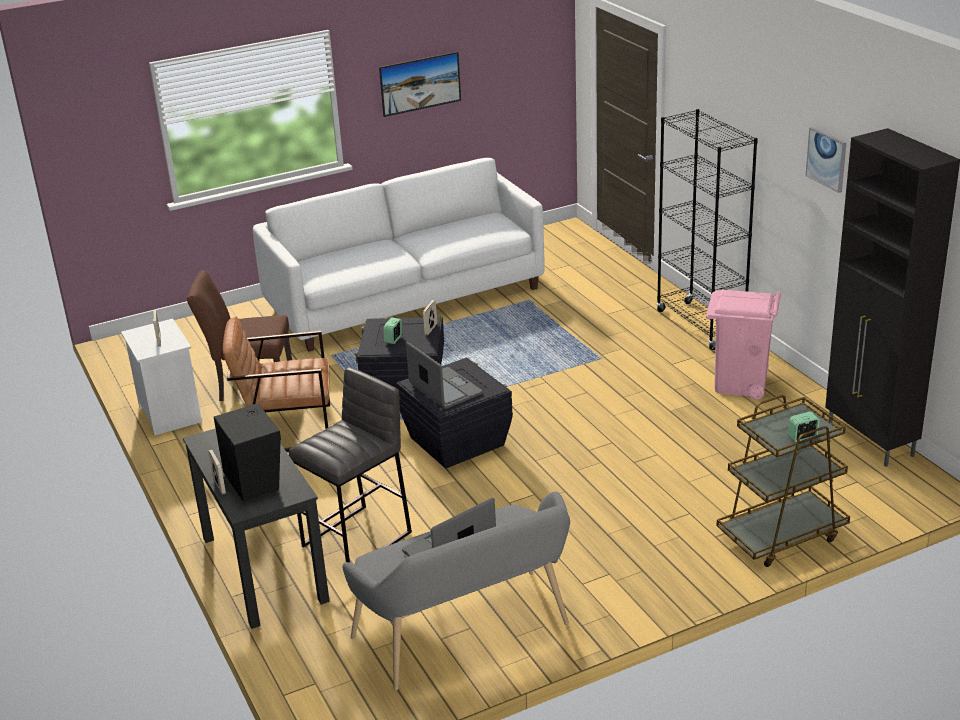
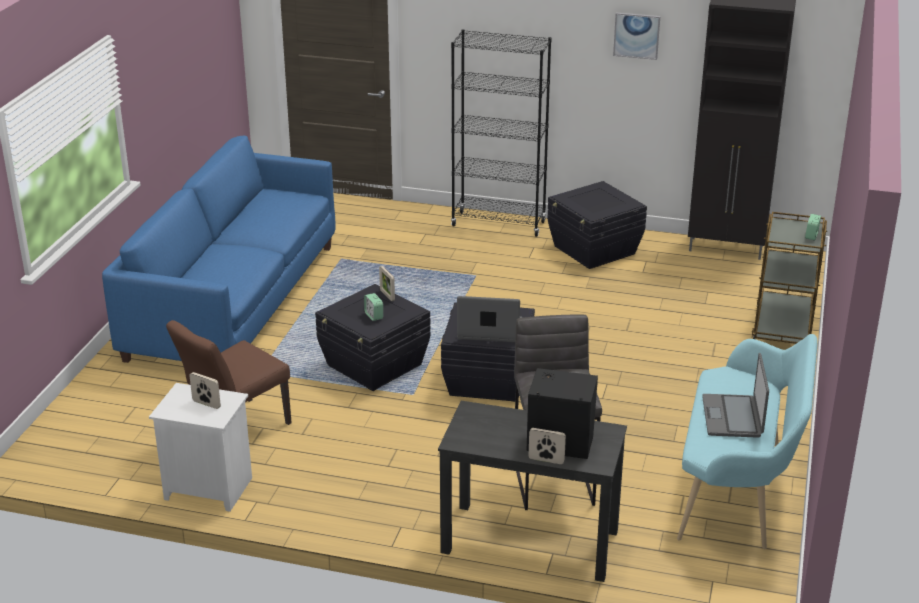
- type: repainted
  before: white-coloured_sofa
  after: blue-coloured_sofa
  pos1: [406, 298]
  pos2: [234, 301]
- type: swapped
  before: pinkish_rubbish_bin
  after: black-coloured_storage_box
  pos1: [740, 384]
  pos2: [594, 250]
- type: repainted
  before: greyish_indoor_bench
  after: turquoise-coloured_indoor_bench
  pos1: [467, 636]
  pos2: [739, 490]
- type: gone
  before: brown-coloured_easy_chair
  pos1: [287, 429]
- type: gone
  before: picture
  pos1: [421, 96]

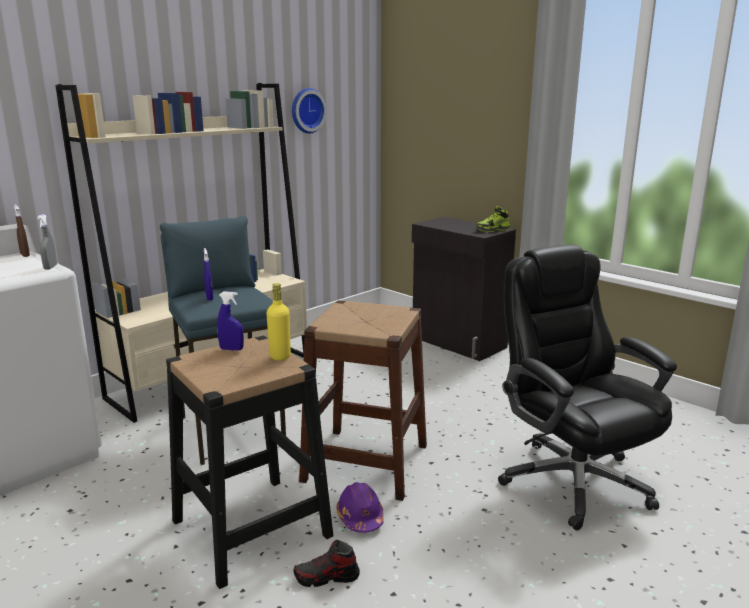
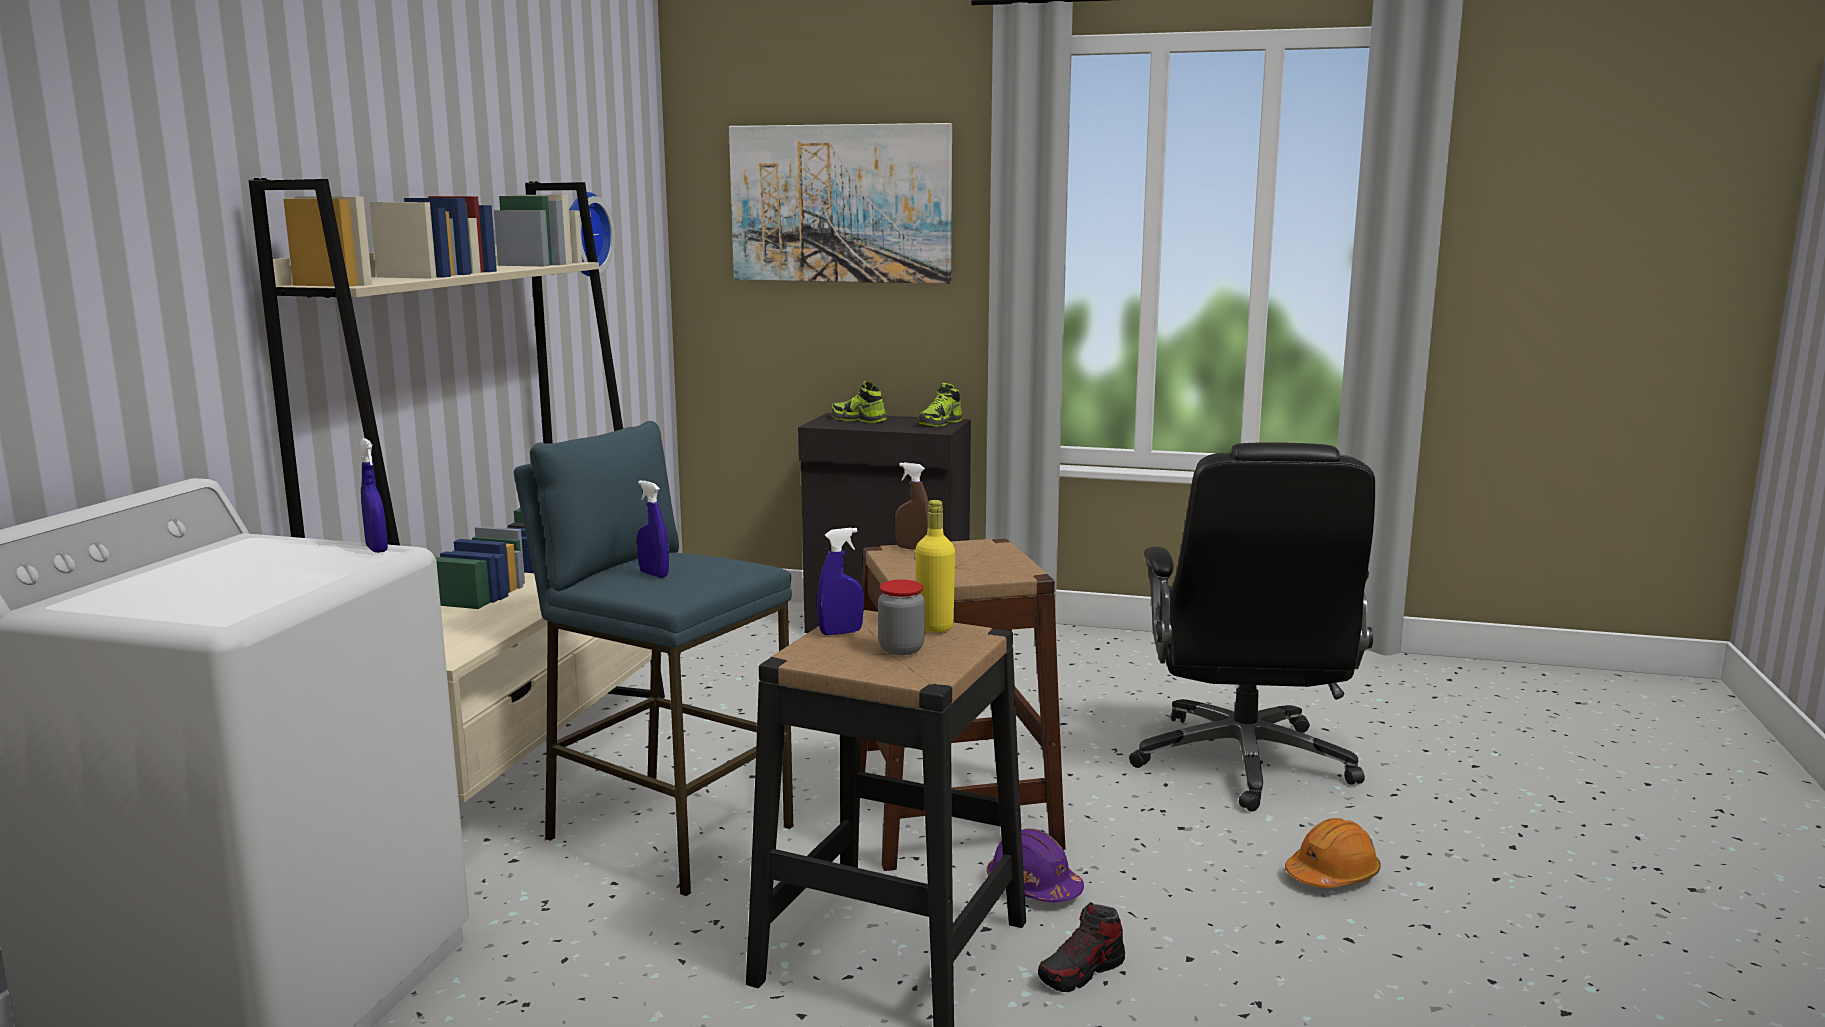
- type: repainted
  before: greyish_hand_sprayer
  after: blue-coloured_hand_sprayer
  pos1: [50, 267]
  pos2: [377, 549]
- type: new
  after: picture
  pos2: [840, 204]
- type: new
  after: shoe
  pos2: [858, 419]
- type: new
  after: storage_jar
  pos2: [901, 649]
- type: shifted
  before: brown-coloured_hand_sprayer
  pos1: [25, 255]
  pos2: [913, 548]
- type: rotated
  before: black-coloured_computer_chair
  pos1: [572, 480]
  pos2: [1243, 763]
  turn: -120
- type: new
  after: orange-coloured_safety_helmet
  pos2: [1332, 875]

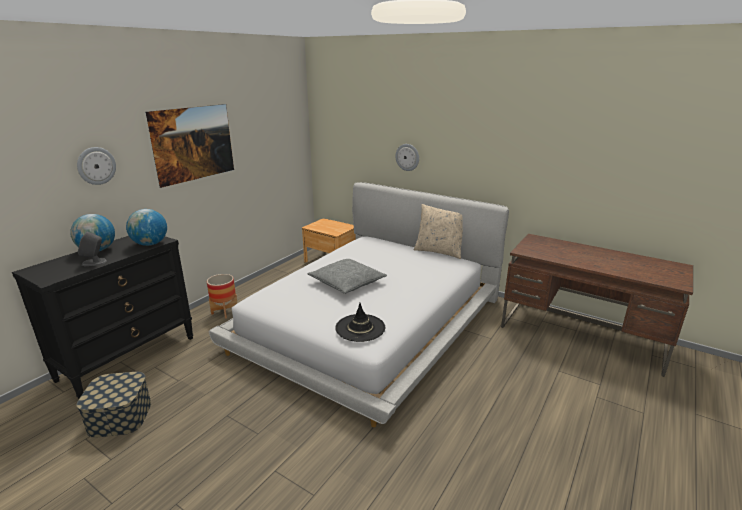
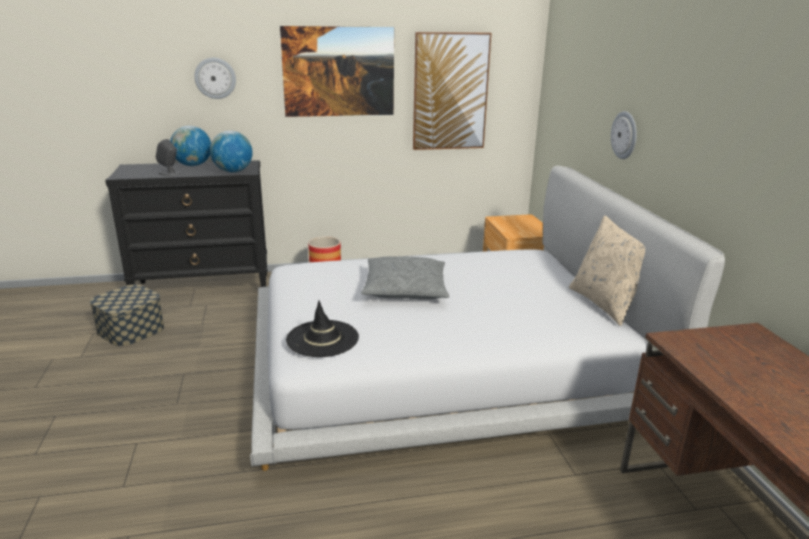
- type: new
  after: picture
  pos2: [450, 92]

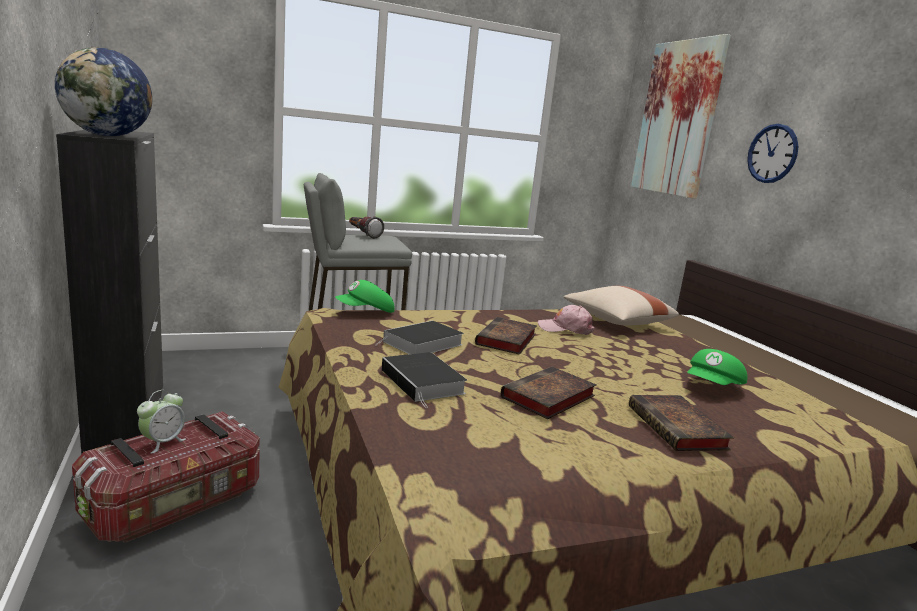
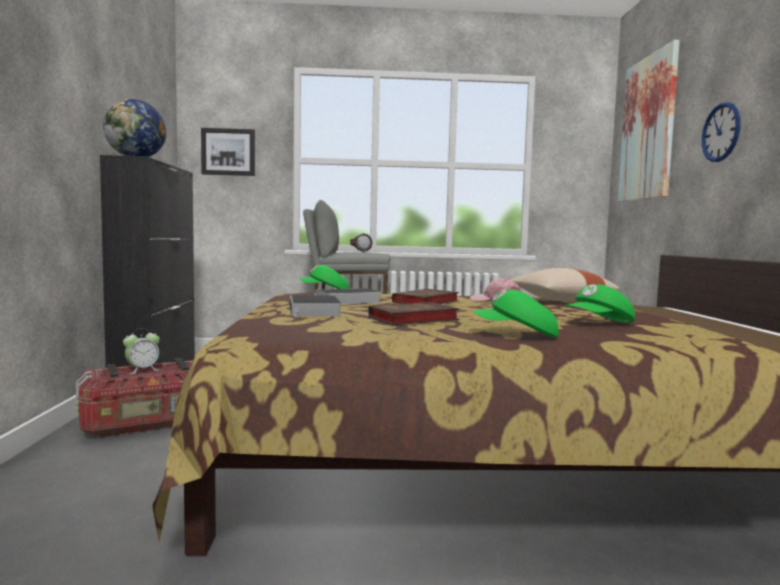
- type: new
  after: picture
  pos2: [228, 152]
- type: swapped
  before: volume
  after: green_baseball_cap
  pos1: [678, 429]
  pos2: [517, 335]

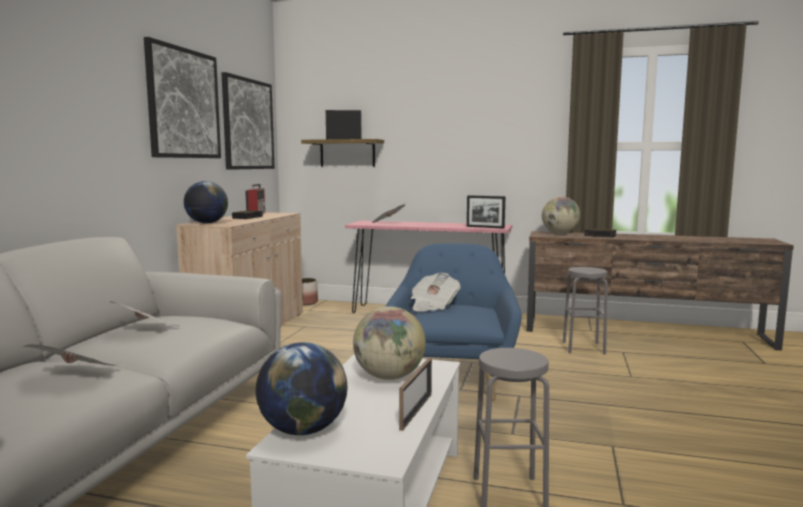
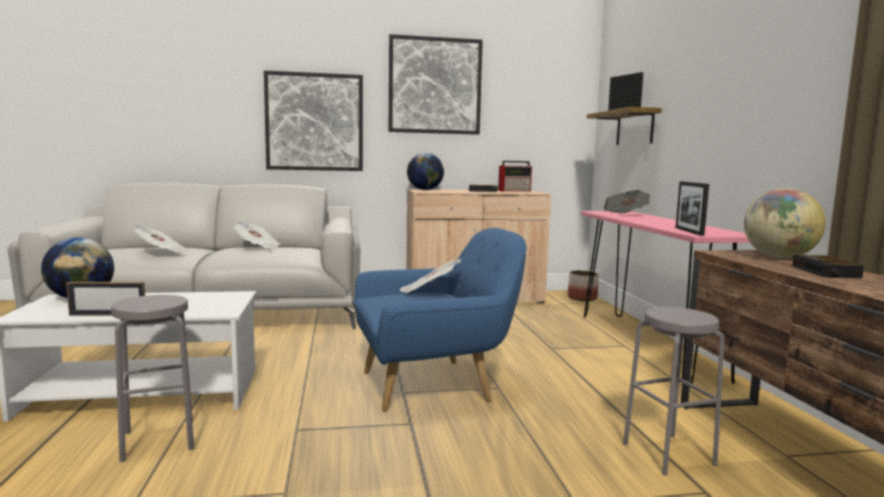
- type: shifted
  before: picture
  pos1: [248, 124]
  pos2: [314, 122]
- type: gone
  before: desk_globe
  pos1: [389, 377]

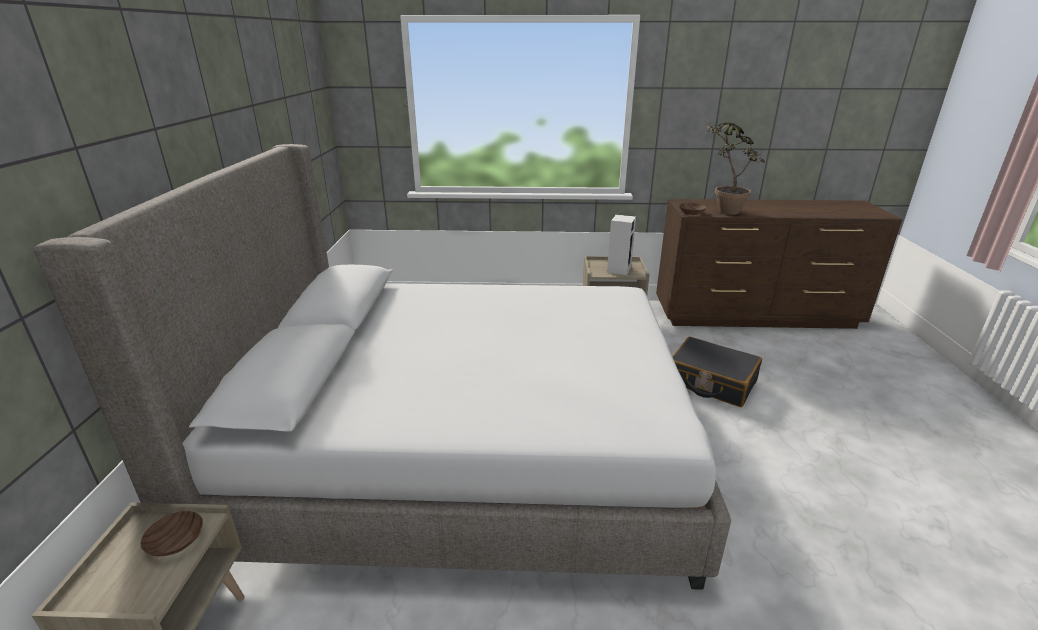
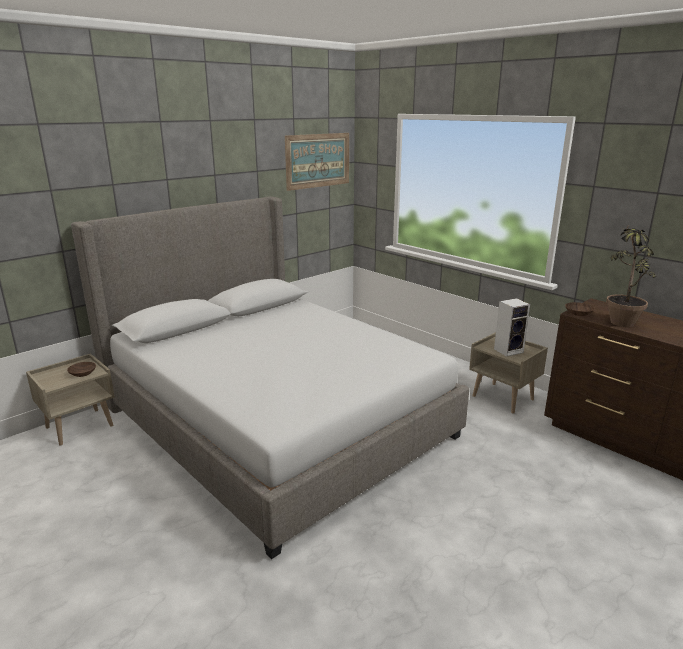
- type: new
  after: picture
  pos2: [318, 160]
- type: gone
  before: black-coloured_travel_case
  pos1: [711, 381]

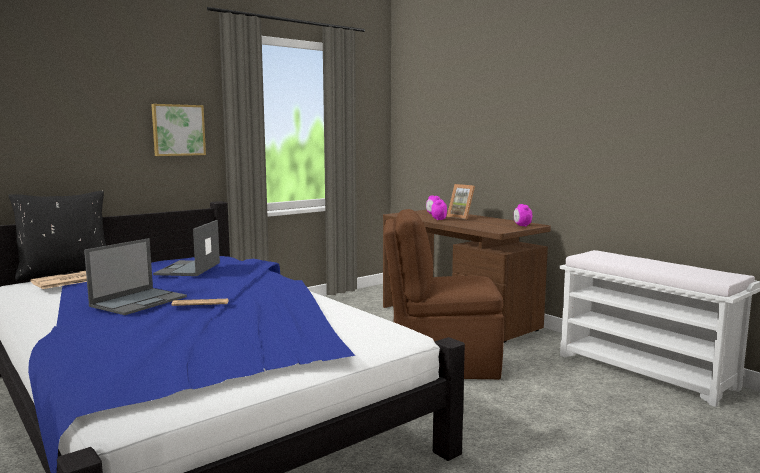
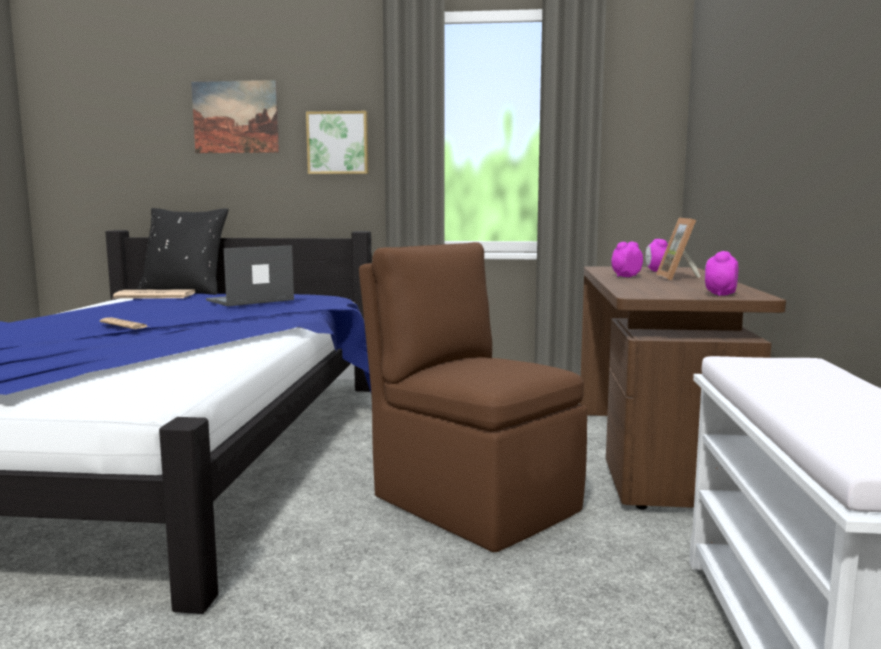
- type: new
  after: picture
  pos2: [235, 117]
- type: gone
  before: notebook_computer
  pos1: [139, 301]

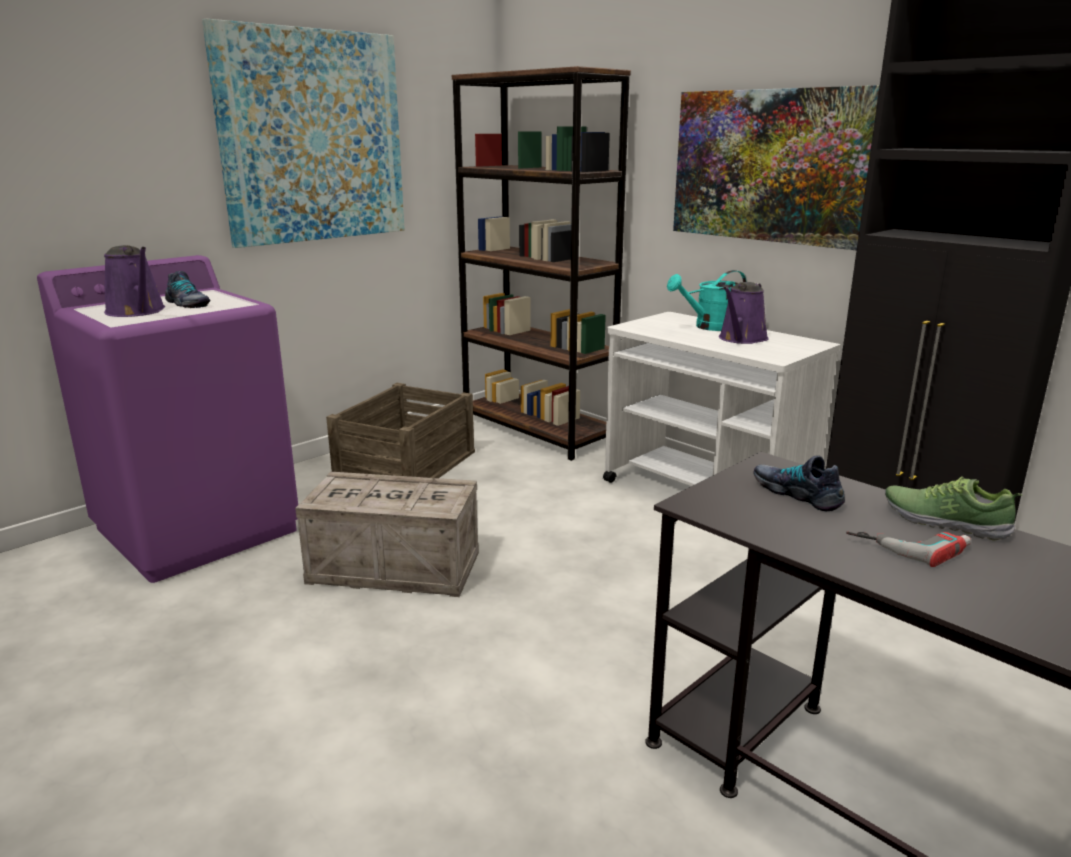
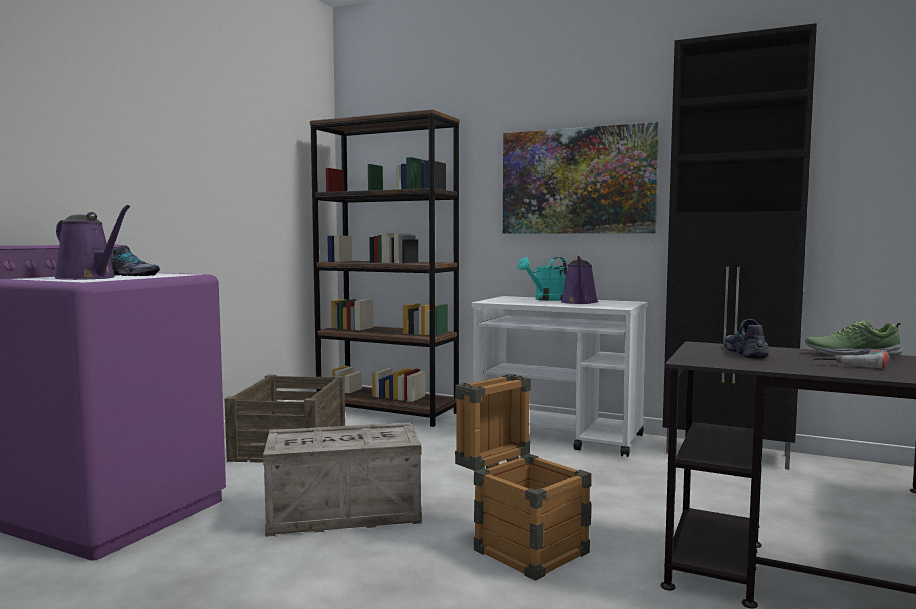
- type: new
  after: crate
  pos2: [521, 546]
- type: rotated
  before: shoe
  pos1: [797, 494]
  pos2: [745, 352]
  turn: 60
- type: gone
  before: picture
  pos1: [313, 137]

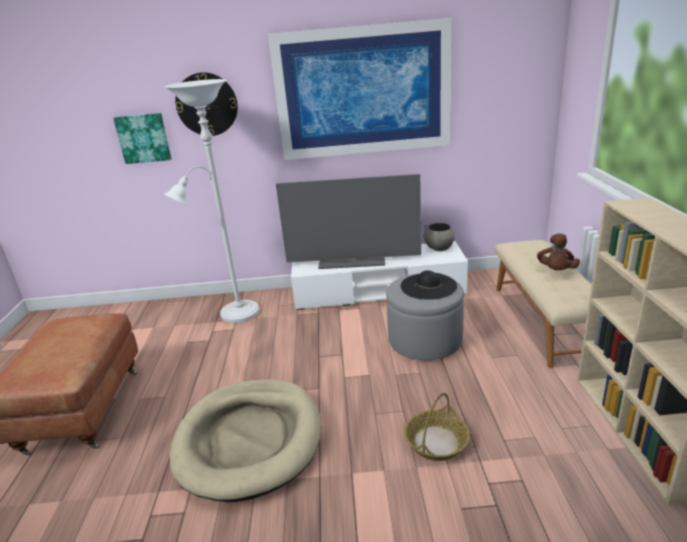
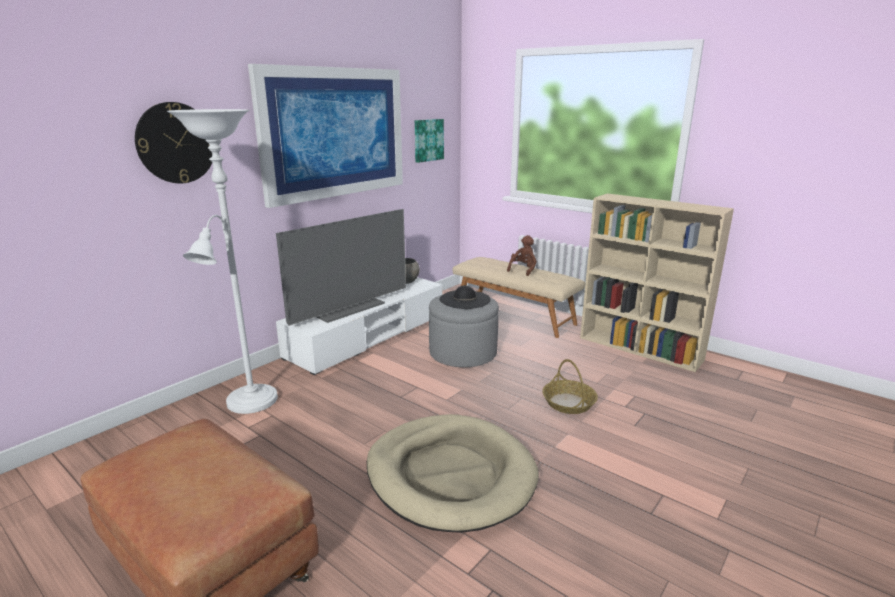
- type: shifted
  before: picture
  pos1: [143, 138]
  pos2: [428, 140]
- type: rotated
  before: brown-coloured_cuddly_toy
  pos1: [556, 271]
  pos2: [523, 270]
  turn: -120

